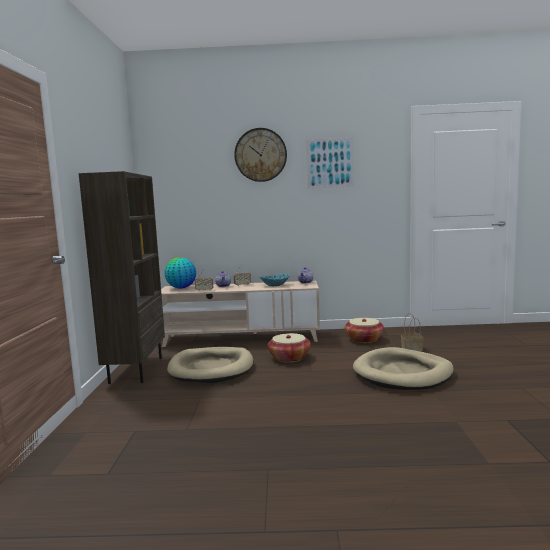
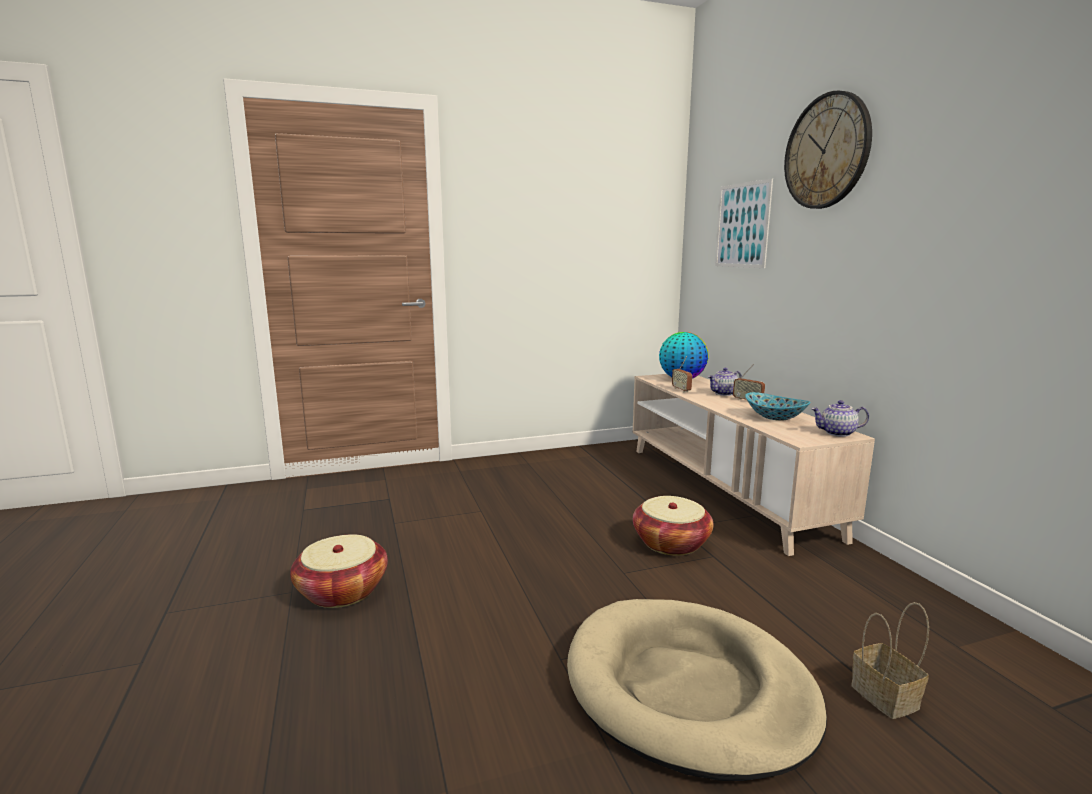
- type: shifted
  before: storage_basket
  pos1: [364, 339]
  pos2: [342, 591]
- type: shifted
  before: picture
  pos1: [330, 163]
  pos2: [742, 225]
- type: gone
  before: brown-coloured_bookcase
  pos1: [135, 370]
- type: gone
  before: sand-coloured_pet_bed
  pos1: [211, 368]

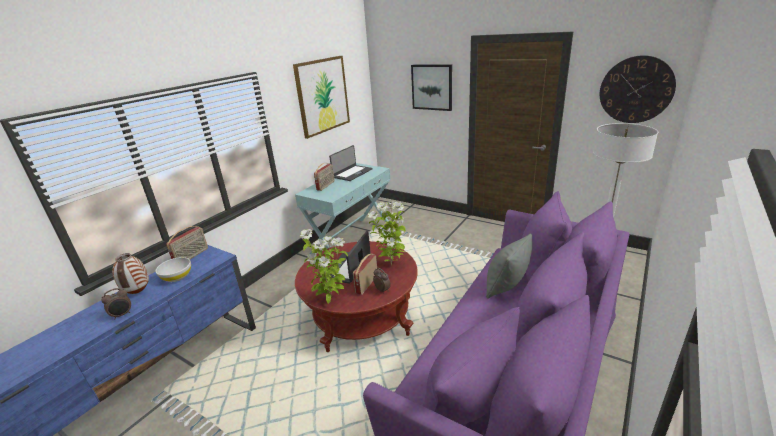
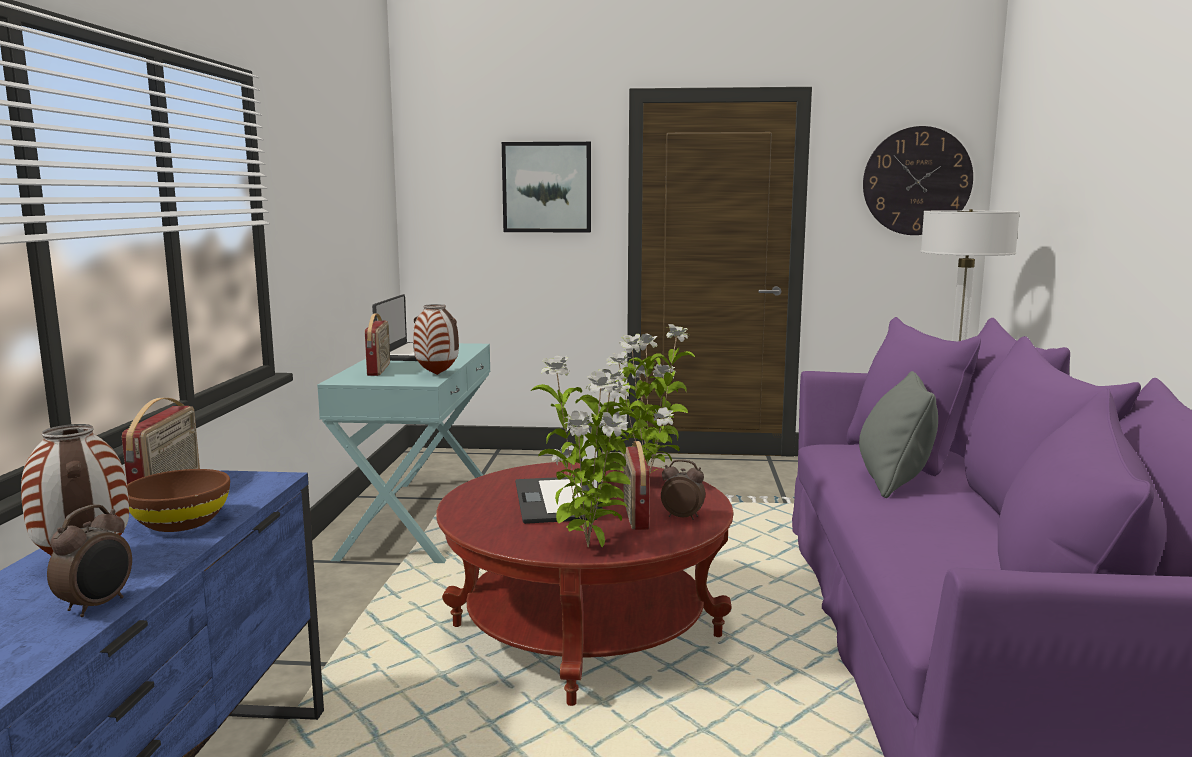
- type: repainted
  before: white-coloured_serving_bowl
  after: brown-coloured_serving_bowl
  pos1: [177, 277]
  pos2: [181, 522]
- type: new
  after: decorative_vase
  pos2: [438, 374]
- type: gone
  before: picture
  pos1: [322, 96]

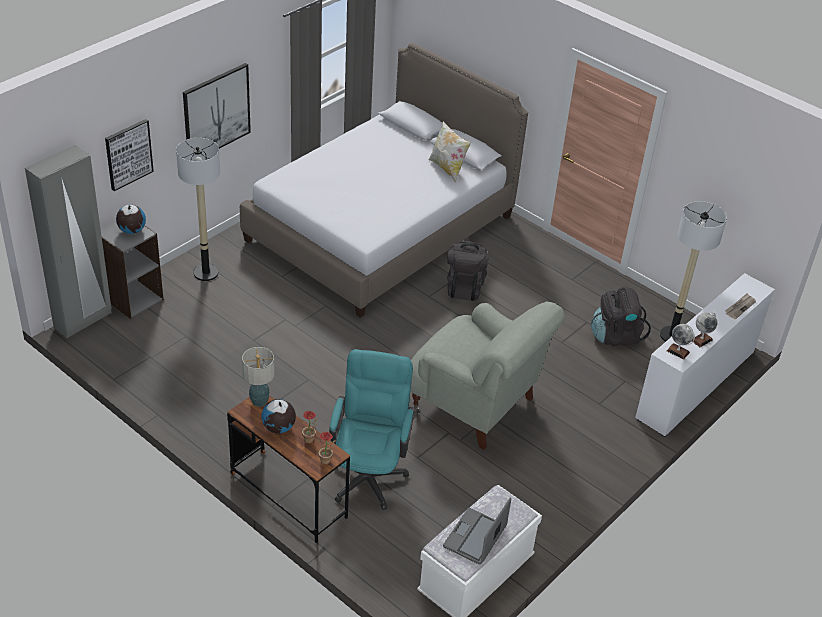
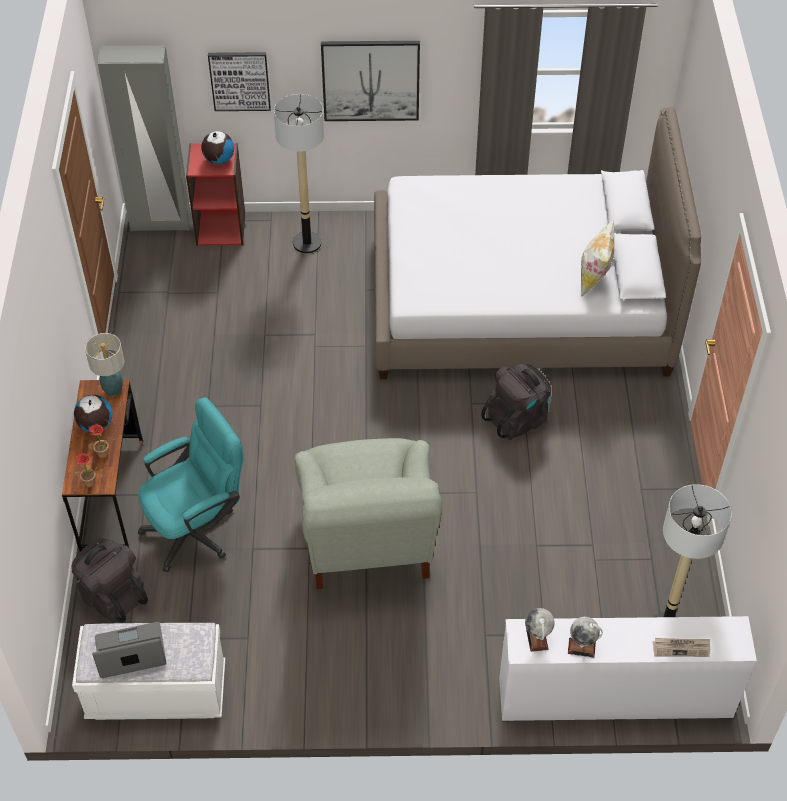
- type: shifted
  before: black-coloured_backpack
  pos1: [615, 336]
  pos2: [112, 596]
- type: repainted
  before: greyish_bookcase
  after: red-coloured_bookcase
  pos1: [133, 299]
  pos2: [221, 228]

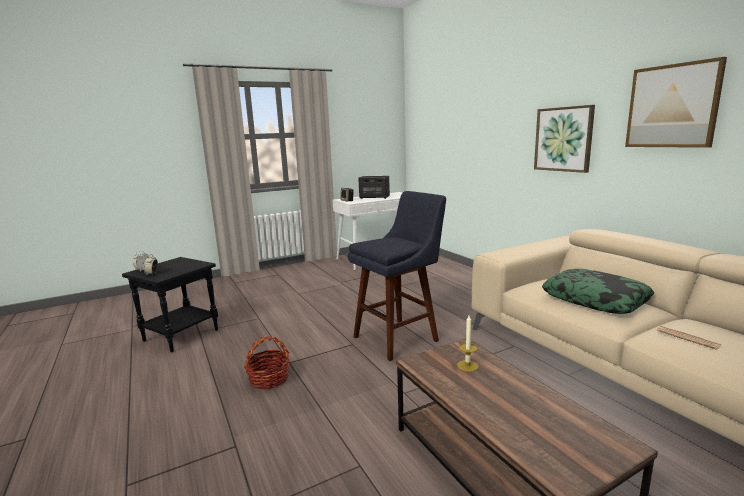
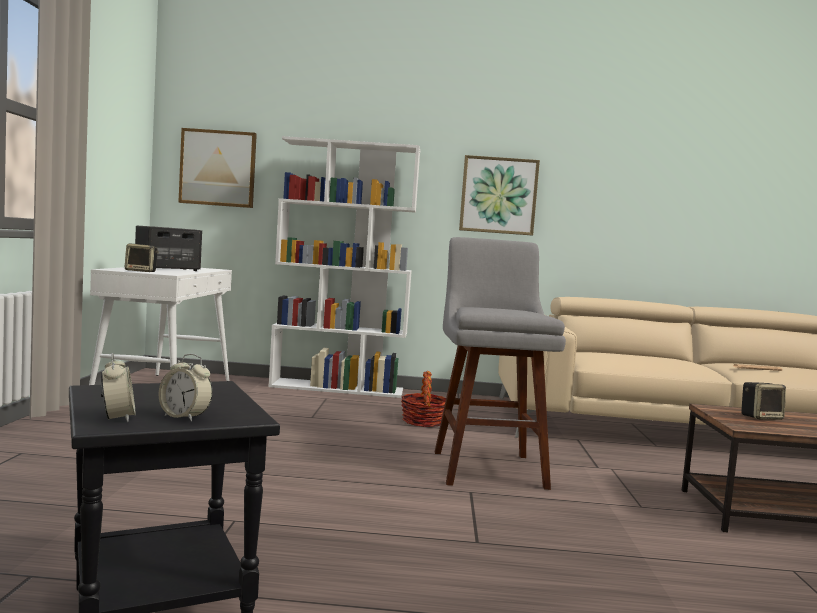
- type: shifted
  before: picture
  pos1: [672, 106]
  pos2: [218, 168]
- type: new
  after: white-coloured_bookcase
  pos2: [338, 388]
- type: shifted
  before: storage_basket
  pos1: [269, 379]
  pos2: [423, 421]
- type: repainted
  before: blue-coloured_stool_seat
  after: greyish_stool_seat
  pos1: [399, 337]
  pos2: [487, 466]
- type: swapped
  before: candle
  after: loudspeaker
  pos1: [467, 366]
  pos2: [761, 417]
- type: gone
  before: cushion
  pos1: [595, 300]

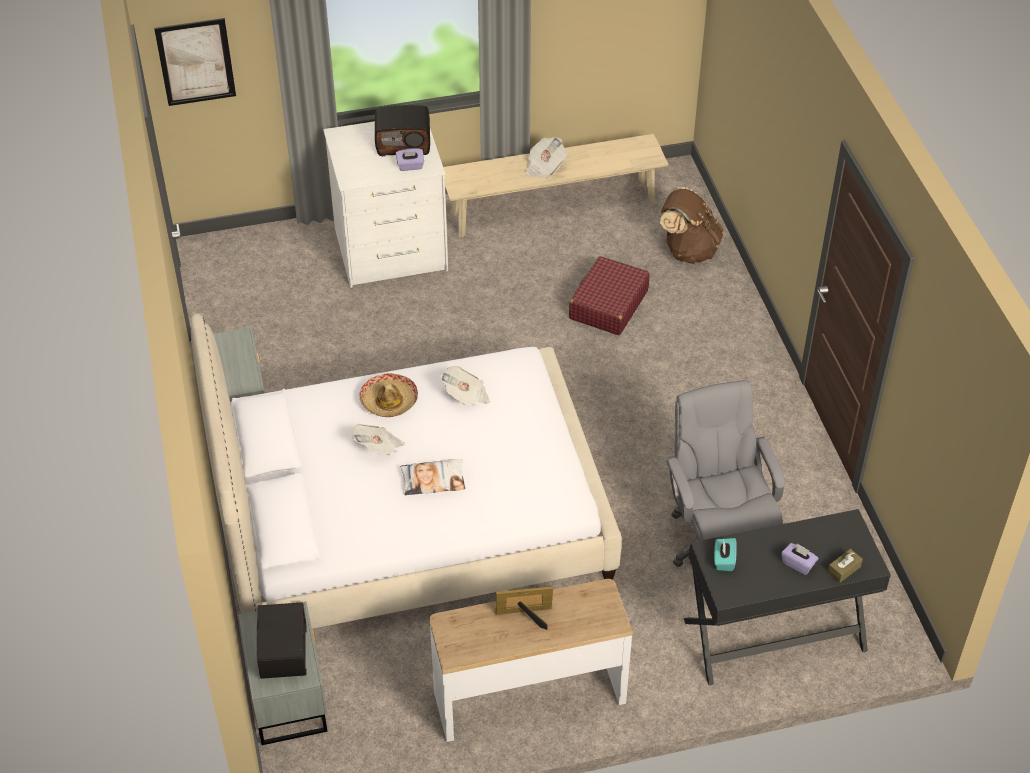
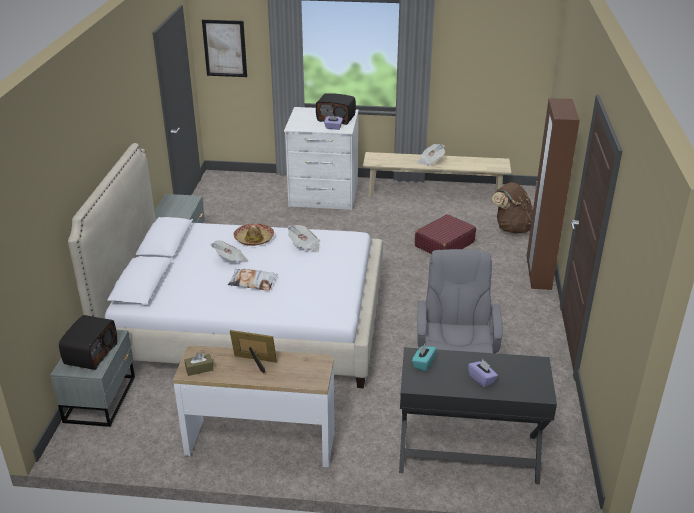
- type: shifted
  before: brown-coloured_tissue_holder
  pos1: [844, 570]
  pos2: [199, 369]
- type: new
  after: brown-coloured_armoire
  pos2: [538, 275]

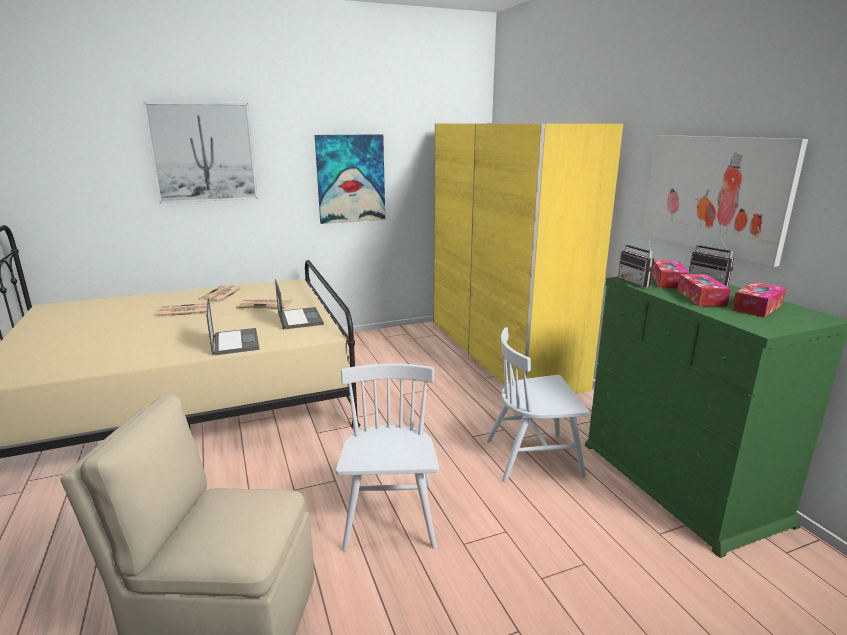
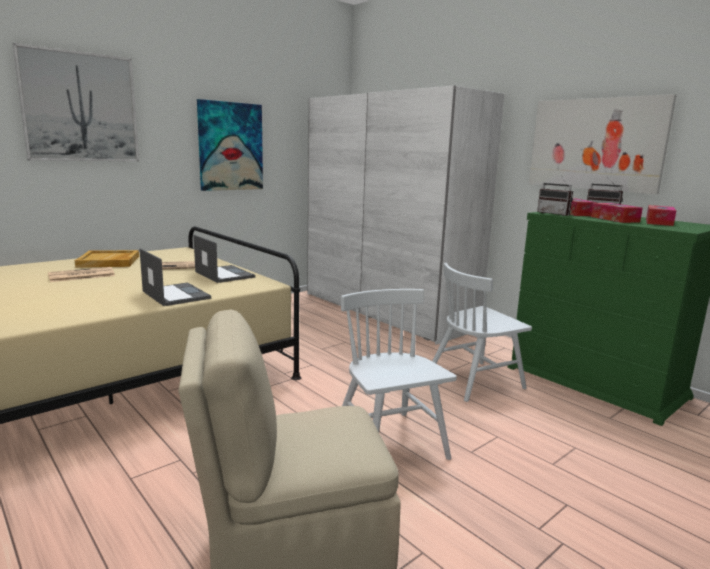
- type: swapped
  before: newspaper
  after: sand-coloured_carrying_tray
  pos1: [221, 295]
  pos2: [109, 261]
- type: repainted
  before: yellow-coloured_armoire
  after: white-coloured_armoire
  pos1: [501, 353]
  pos2: [386, 310]

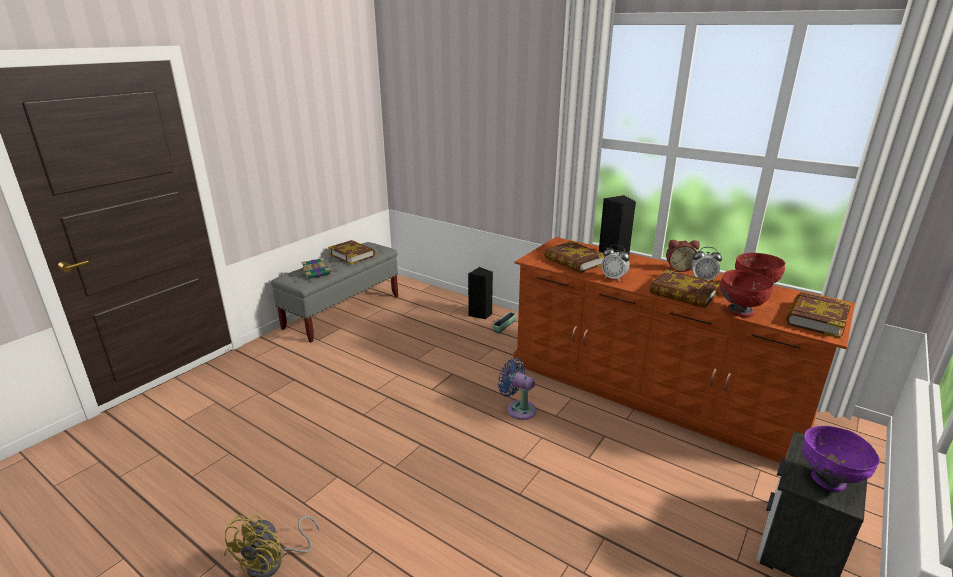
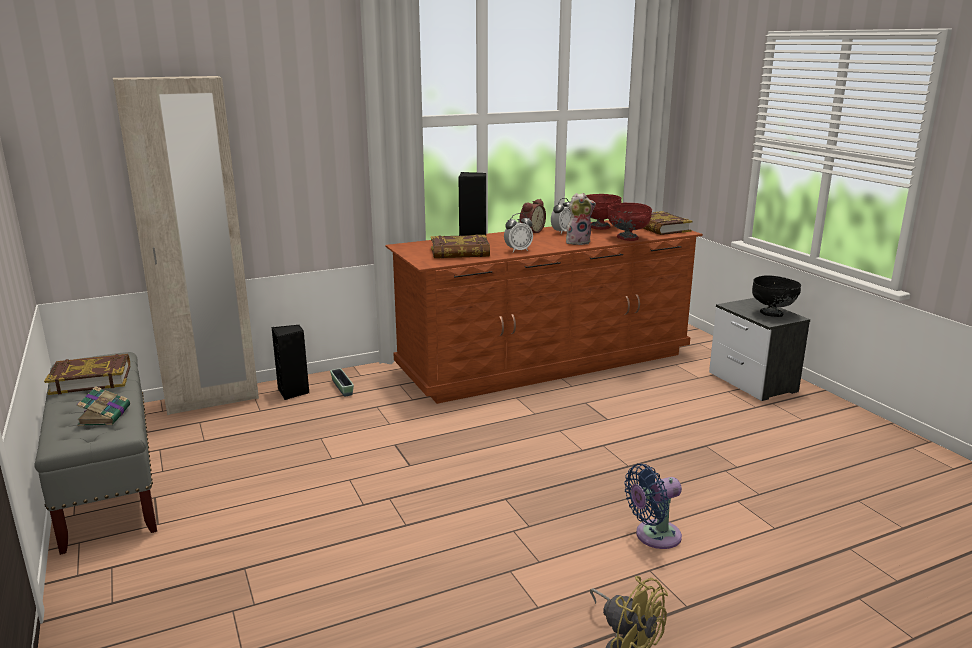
- type: new
  after: sand-coloured_armoire
  pos2: [212, 400]
- type: swapped
  before: volume
  after: cuddly_toy
  pos1: [683, 294]
  pos2: [578, 242]
- type: shifted
  before: blue-coloured_cooling_fan
  pos1: [518, 409]
  pos2: [653, 536]
- type: repainted
  before: purplish_serving_bowl
  after: black-coloured_serving_bowl
  pos1: [828, 481]
  pos2: [772, 314]

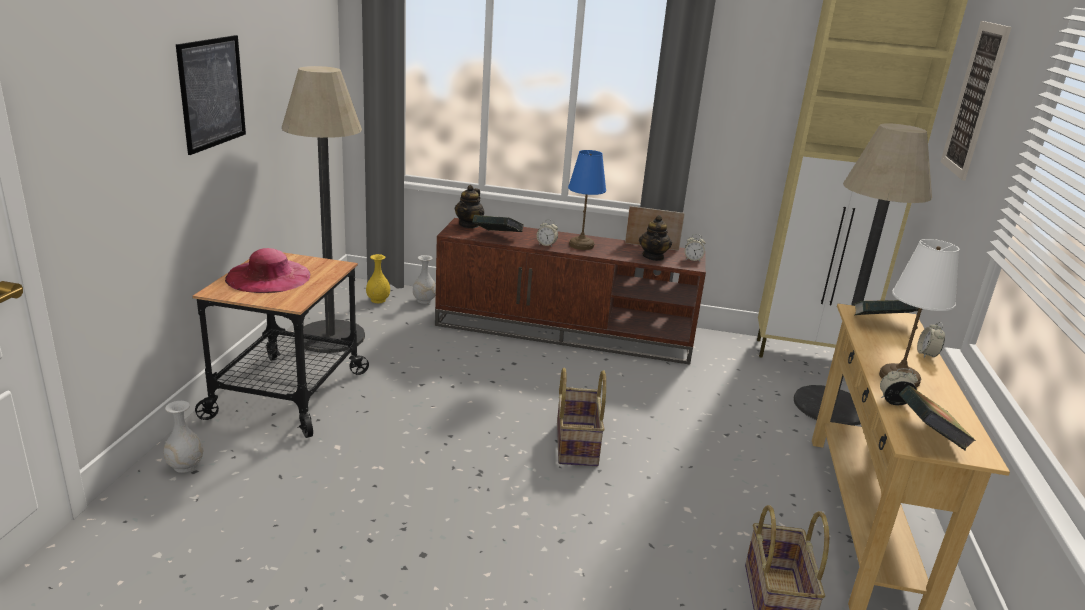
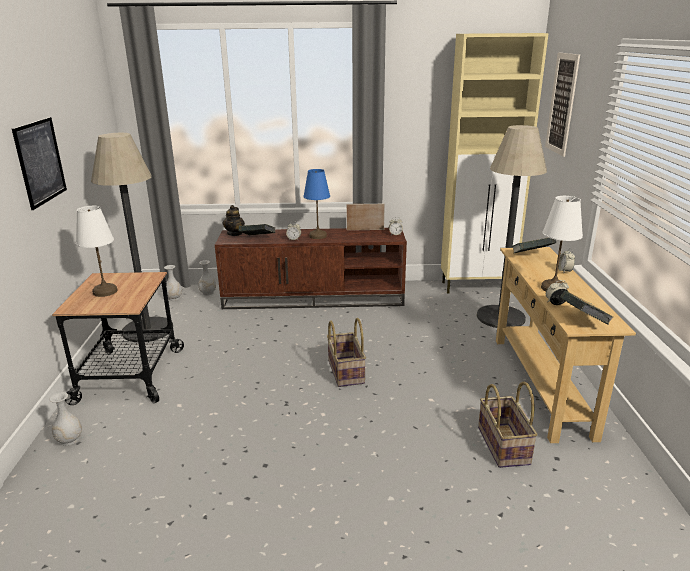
- type: swapped
  before: pinkish_clothing_hat
  after: white-coloured_tabletop_lamp
  pos1: [268, 276]
  pos2: [104, 291]
- type: repainted
  before: yellow-coloured_decorative_vase
  after: white-coloured_decorative_vase
  pos1: [378, 300]
  pos2: [174, 298]
- type: gone
  before: tea_pot
  pos1: [653, 257]

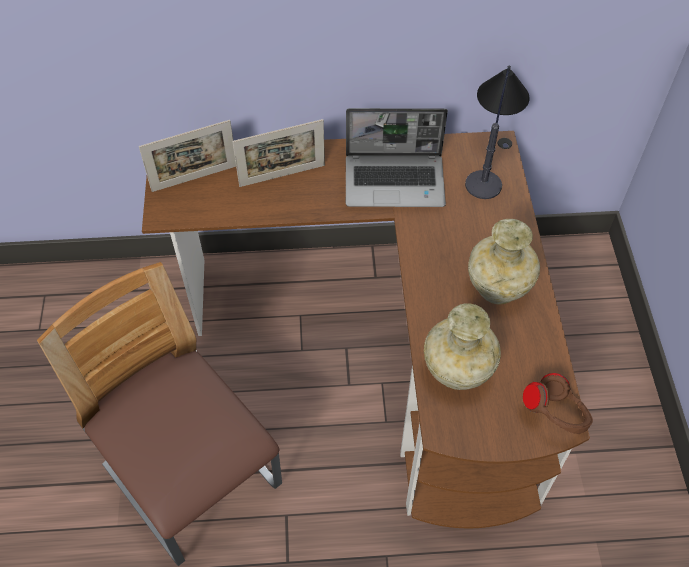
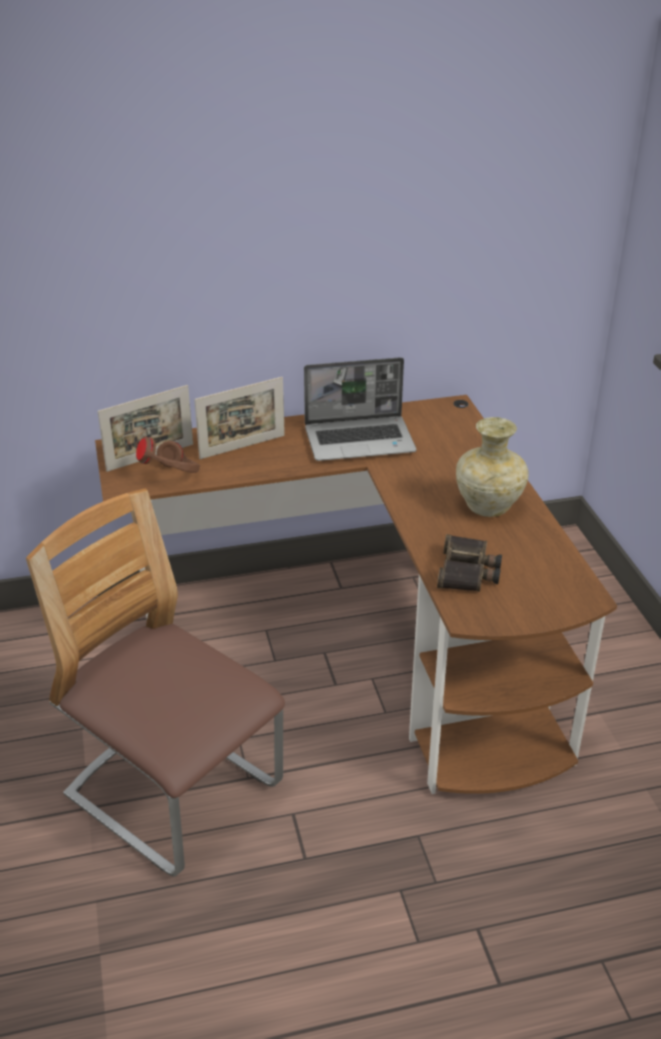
- type: shifted
  before: brown-coloured_headset
  pos1: [555, 416]
  pos2: [172, 476]
- type: swapped
  before: sand-coloured_decorative_vase
  after: binoculars
  pos1: [458, 372]
  pos2: [468, 572]
- type: gone
  before: tabletop_lamp
  pos1: [489, 158]

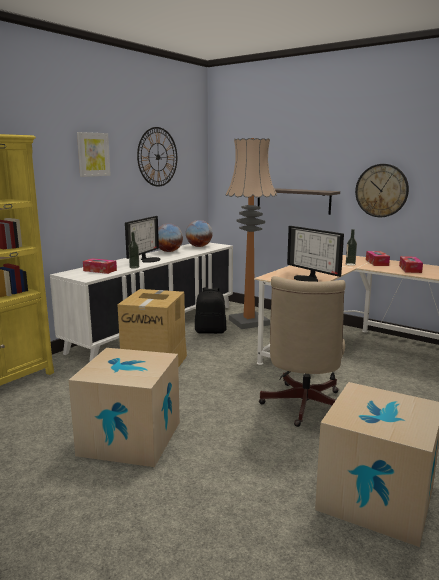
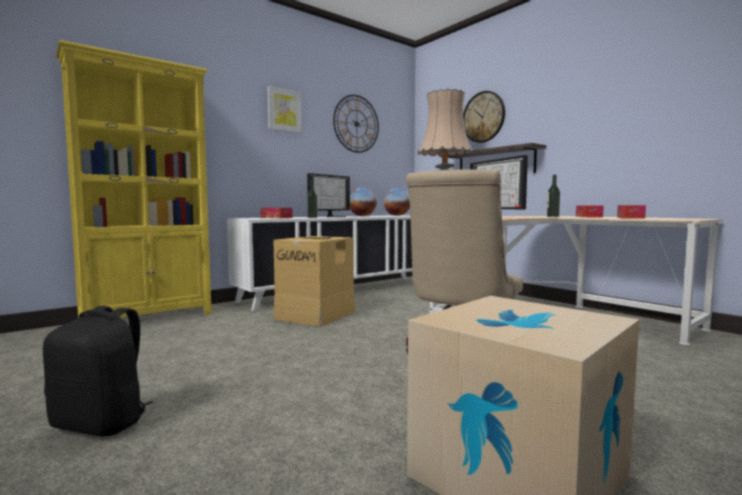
- type: shifted
  before: black-coloured_backpack
  pos1: [210, 331]
  pos2: [102, 423]
- type: shifted
  before: wall_clock
  pos1: [381, 190]
  pos2: [483, 117]
- type: gone
  before: carton
  pos1: [130, 438]

